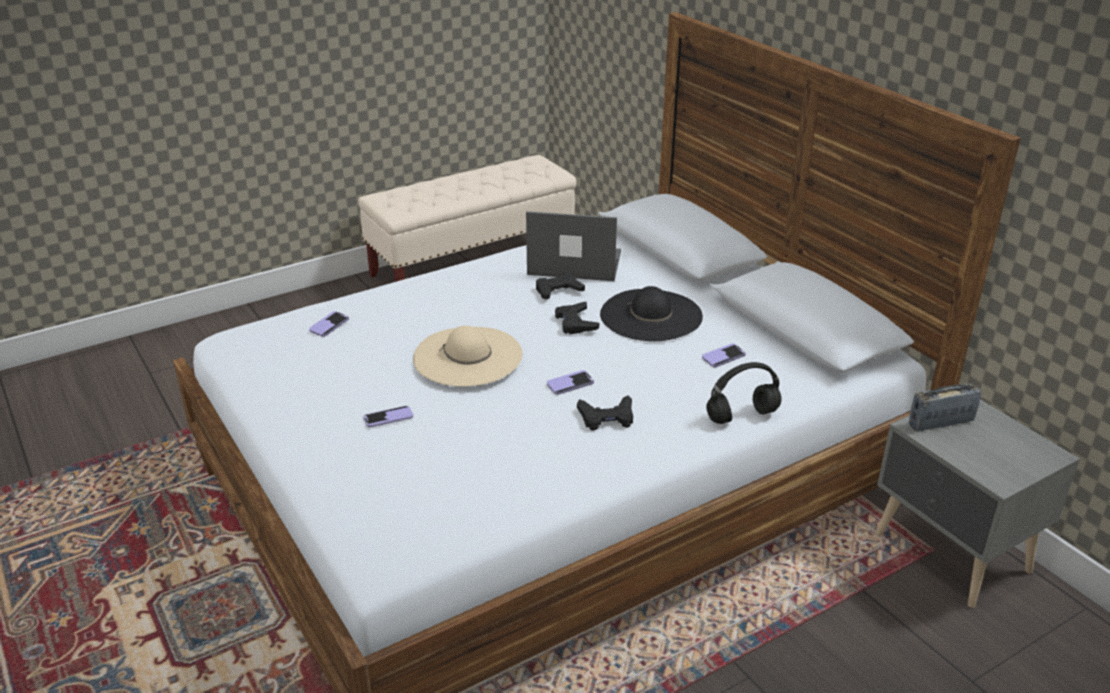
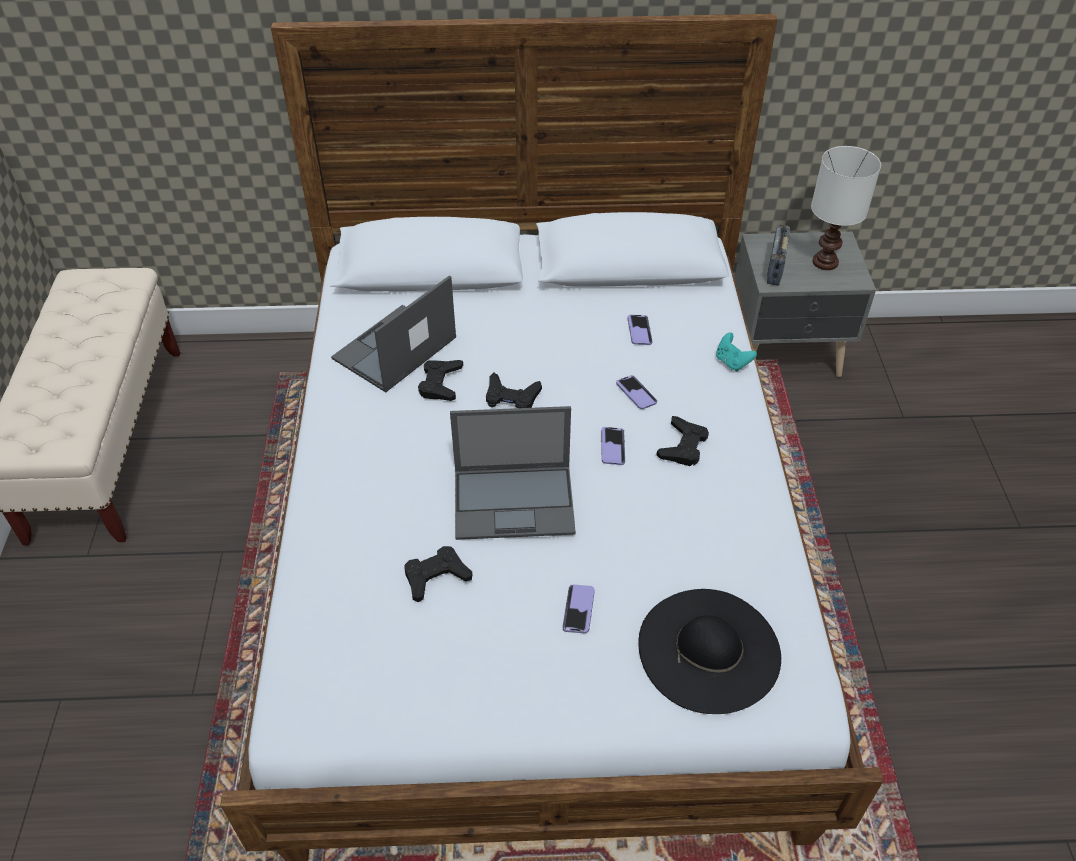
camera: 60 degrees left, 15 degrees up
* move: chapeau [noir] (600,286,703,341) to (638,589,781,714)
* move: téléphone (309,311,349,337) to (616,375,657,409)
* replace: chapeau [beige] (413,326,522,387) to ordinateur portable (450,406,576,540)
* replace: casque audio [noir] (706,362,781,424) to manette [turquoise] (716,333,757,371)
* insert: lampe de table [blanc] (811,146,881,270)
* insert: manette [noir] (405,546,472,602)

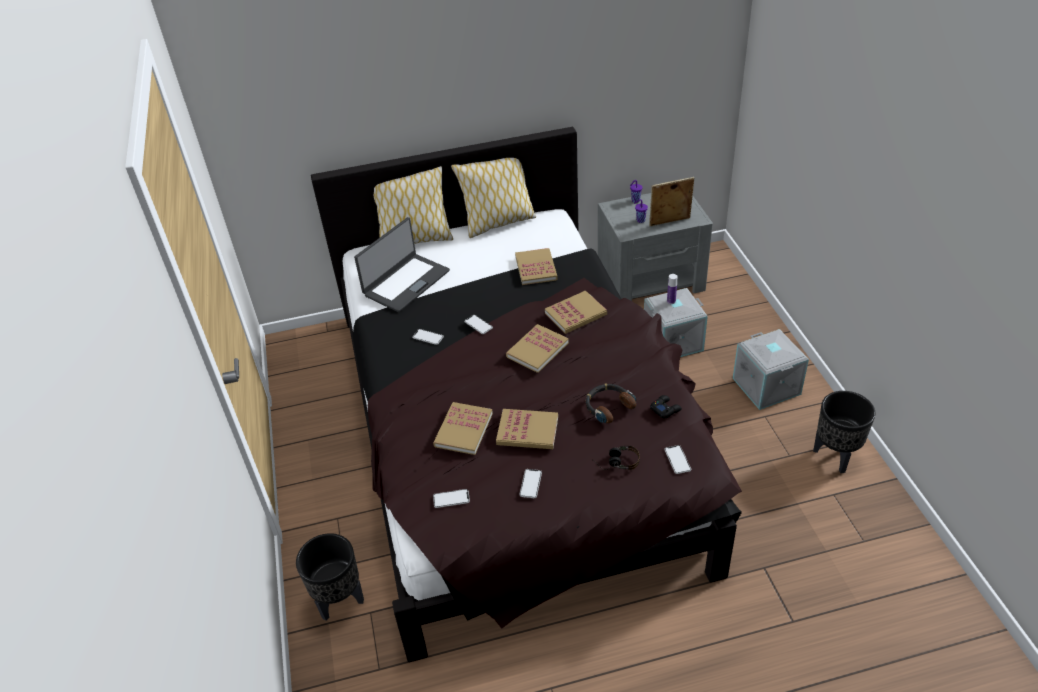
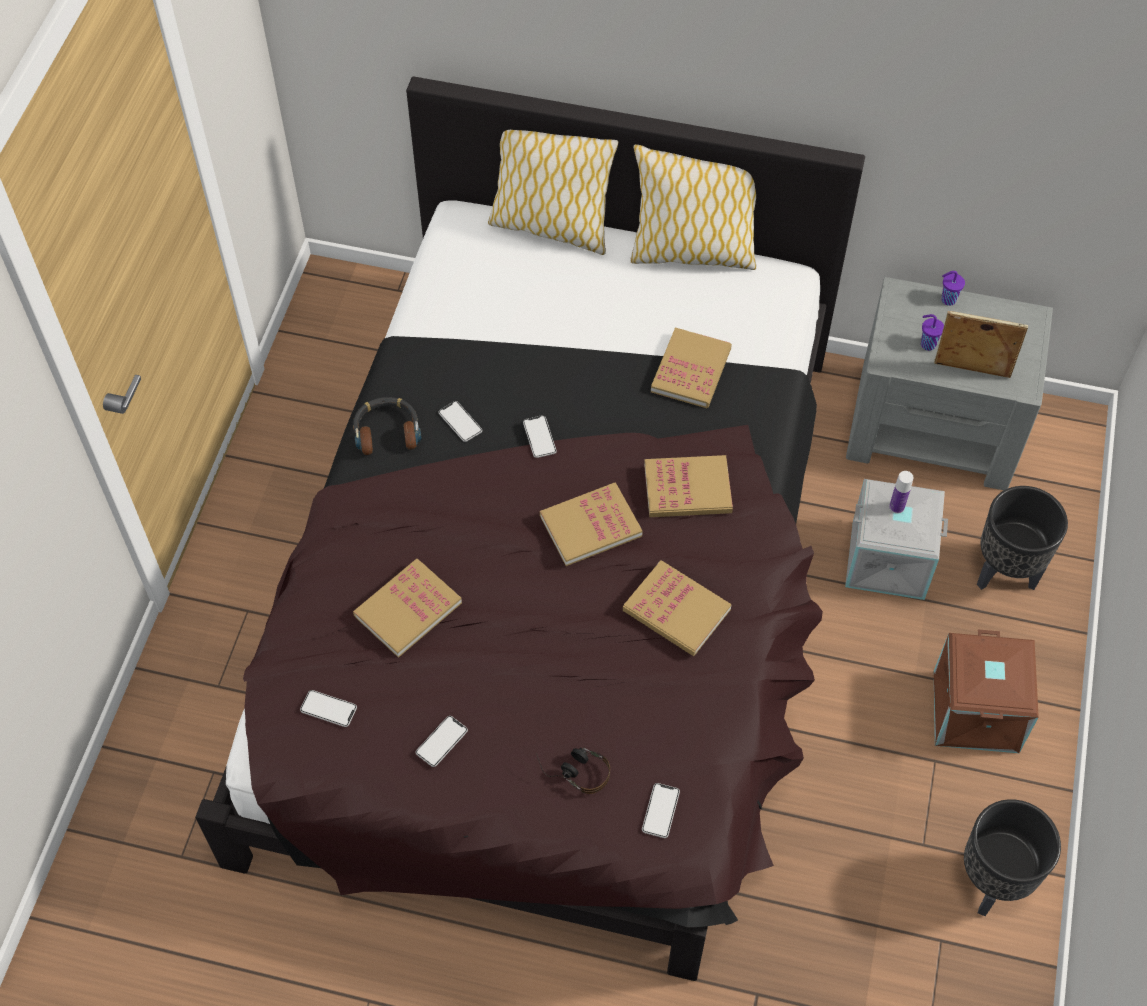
camera: 25 degrees right, 15 degrees up
* delete: ordinateur portable (354,217,450,312)
* recolor: boîte de rangement [gris] (733,329,809,410) to boîte de rangement [marron] (934,629,1039,753)
* move: casque audio (586,383,636,423) to (353,397,422,455)
* delete: manette [noir] (650,395,682,419)
* move: livre (496,409,558,449) to (623,560,732,656)
* move: cache-pot [noir] (296,533,364,621) to (977,486,1068,590)

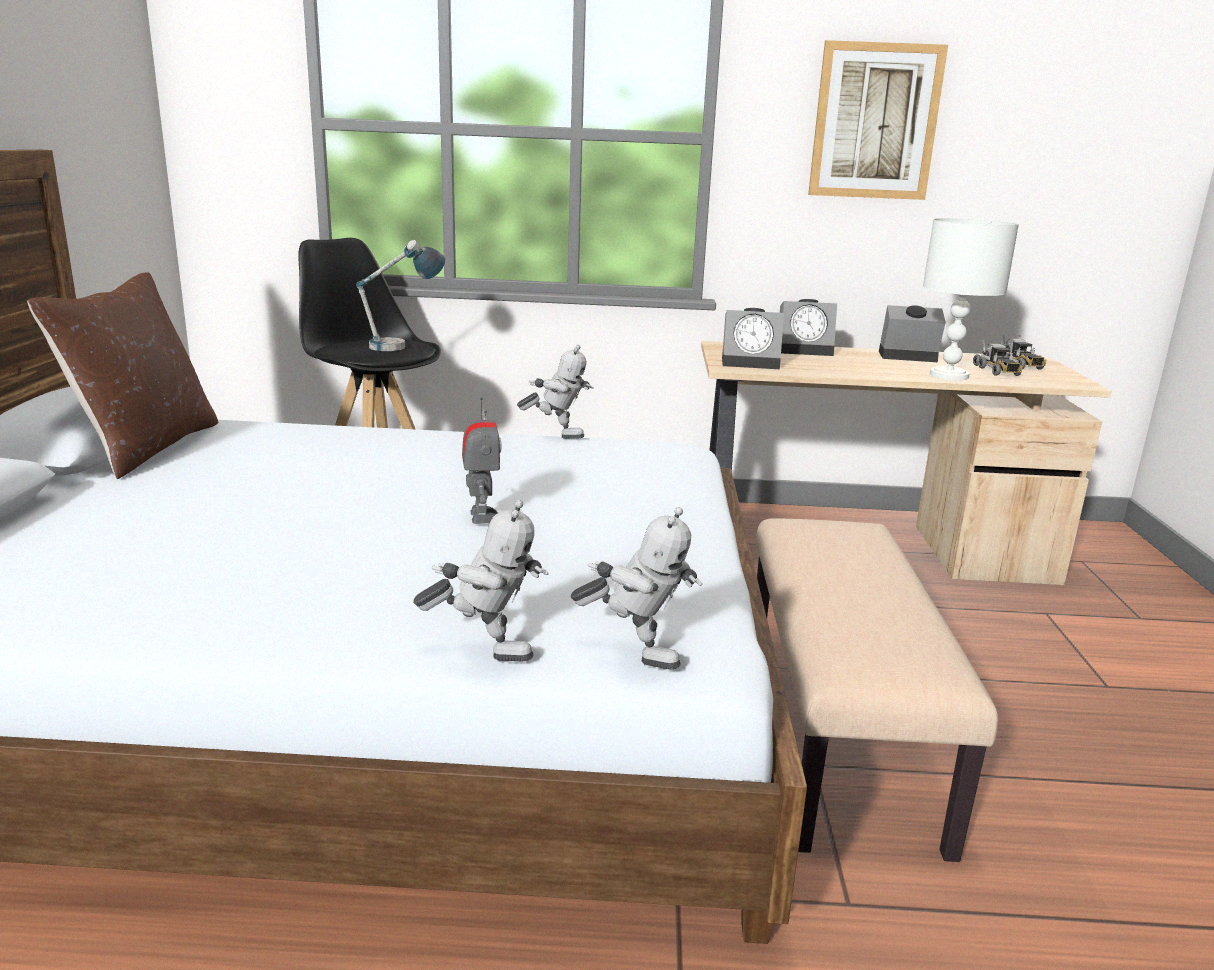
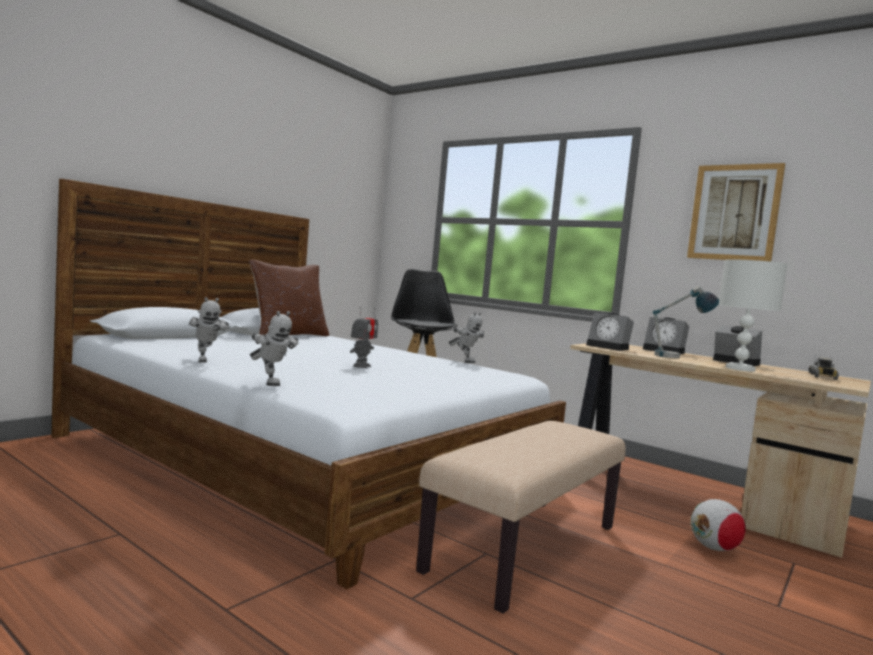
camera: 35 degrees right, 15 degrees down
* move: lampe de table (356,240,445,351) to (653,286,719,358)
* delete: camion jouet (973,340,1023,376)
* move: robot jouet (571,507,702,669) to (189,297,230,363)
* insert: ballon de foot (691,499,746,551)

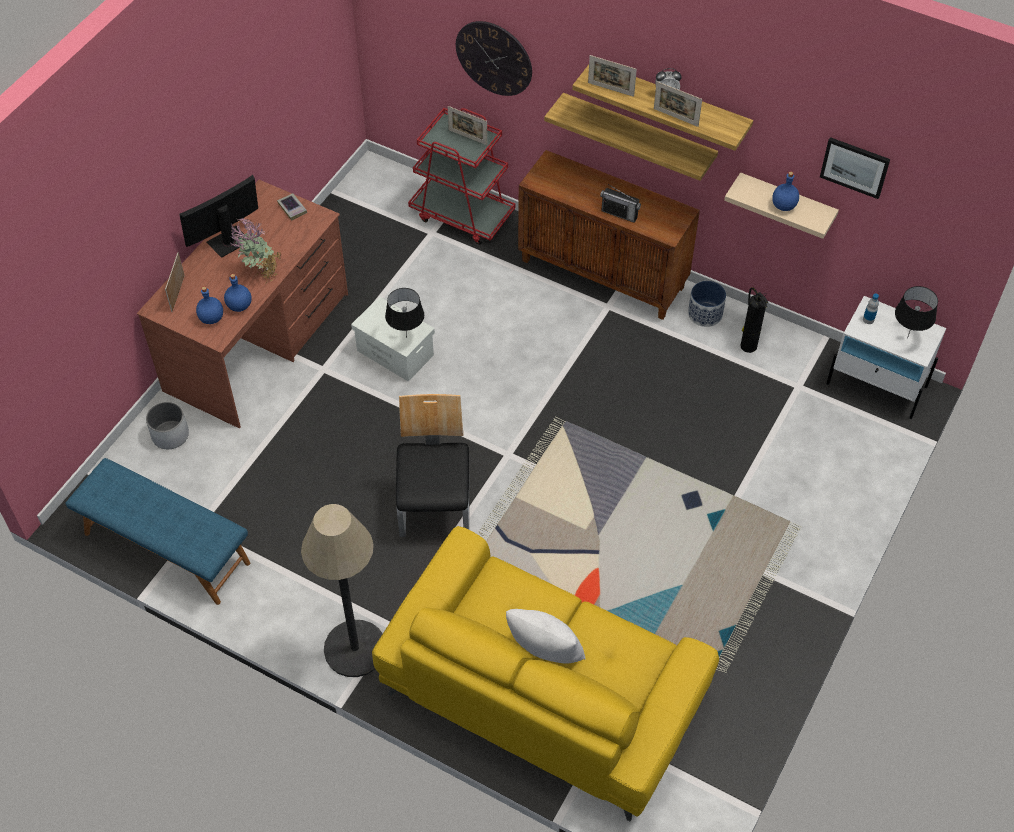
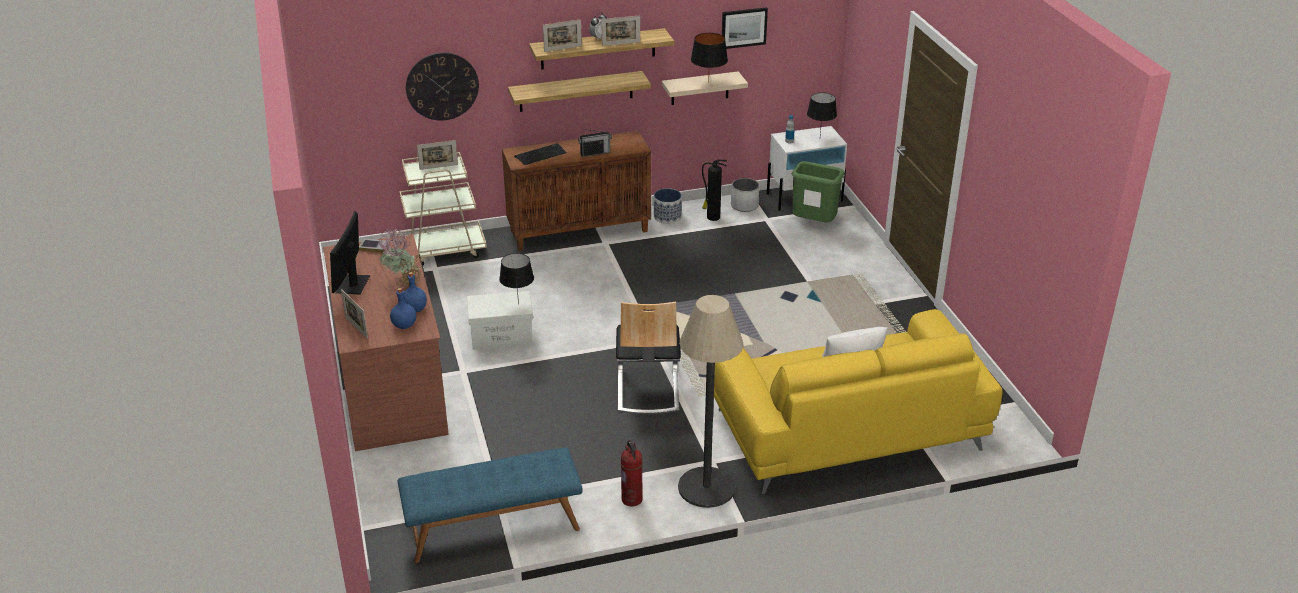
camera: 45 degrees left, 20 degrees down
* recolor: chariot [rouge] (408,108,515,245) to chariot [beige] (397,152,487,265)
* replace: bouteille [bleu] (772,171,799,211) to lampe de table [noir] (691,33,728,83)
* rotate: chaise (396,394,469,537) = (616,301,681,414) 135 degrees counterclockwise
* move: cache-pot [blanc] (146,402,189,449) to (731,178,760,212)
* insert: clavier (514,143,567,165)
* insert: poubelle [vert] (792,161,844,222)
* insert: extincteur (621,440,643,506)

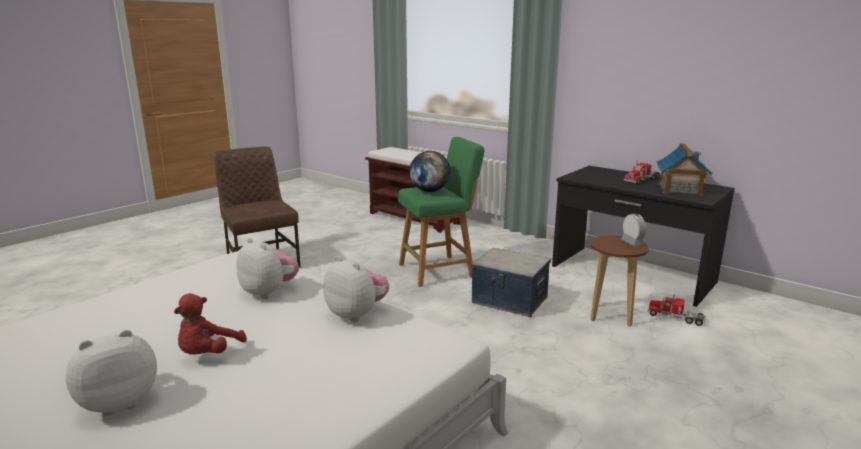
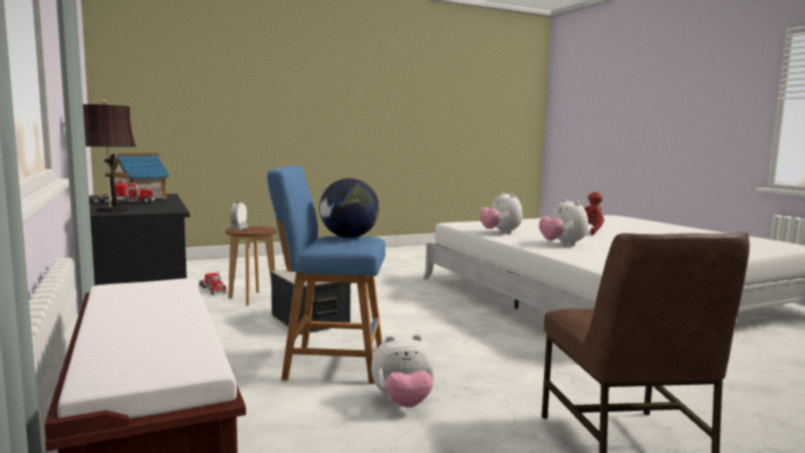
camera: 155 degrees left, 10 degrees down
* recolor: tabouret [vert] (398,137,484,287) to tabouret [bleu] (267,166,385,384)
* move: peluche (66,330,157,416) to (371,334,434,408)
* insert: lampe de table [marron] (83,100,137,213)

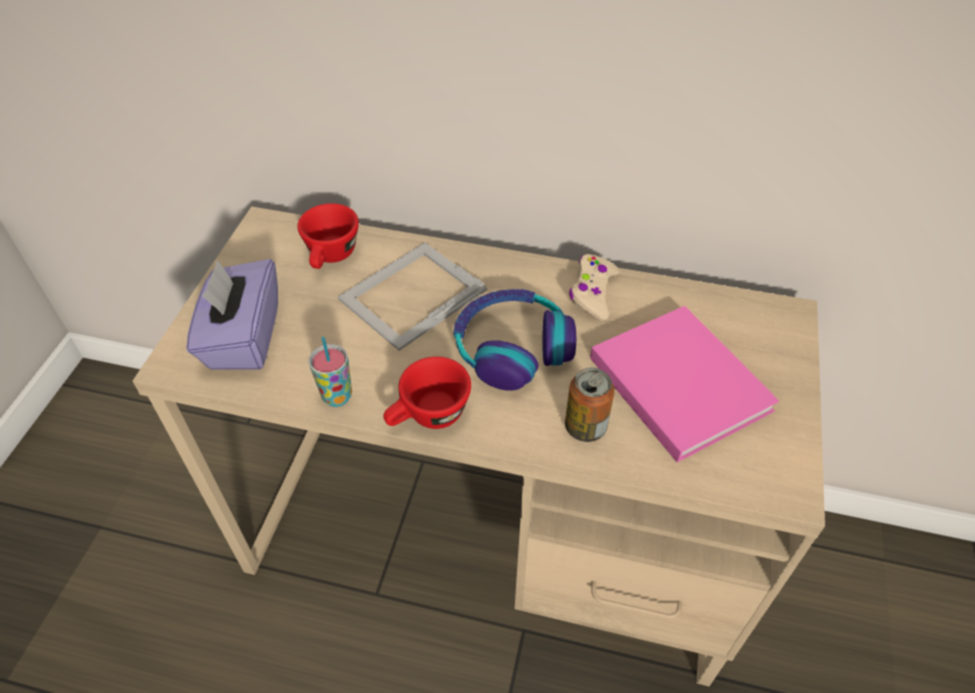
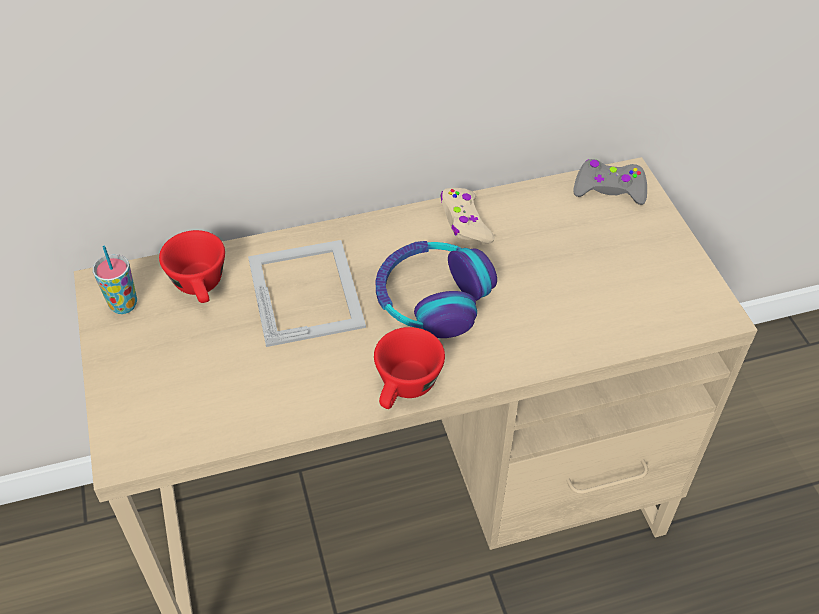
camera: 30 degrees left, 0 degrees up
* rotate: cadre photo (338,243,487,351) = (248,240,366,347) 150 degrees clockwise
* delete: boîte à mouchoirs [violet] (186,259,278,370)
* delete: livre [rose] (590,306,779,463)
* move: tasse (309,337,352,407) to (93,246,137,314)
* delete: boîte métallique (565,368,615,442)
* insert: manette [gris] (573,159,647,205)

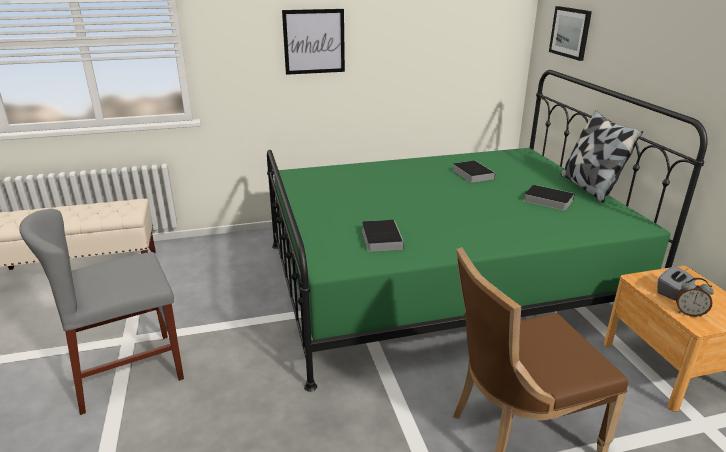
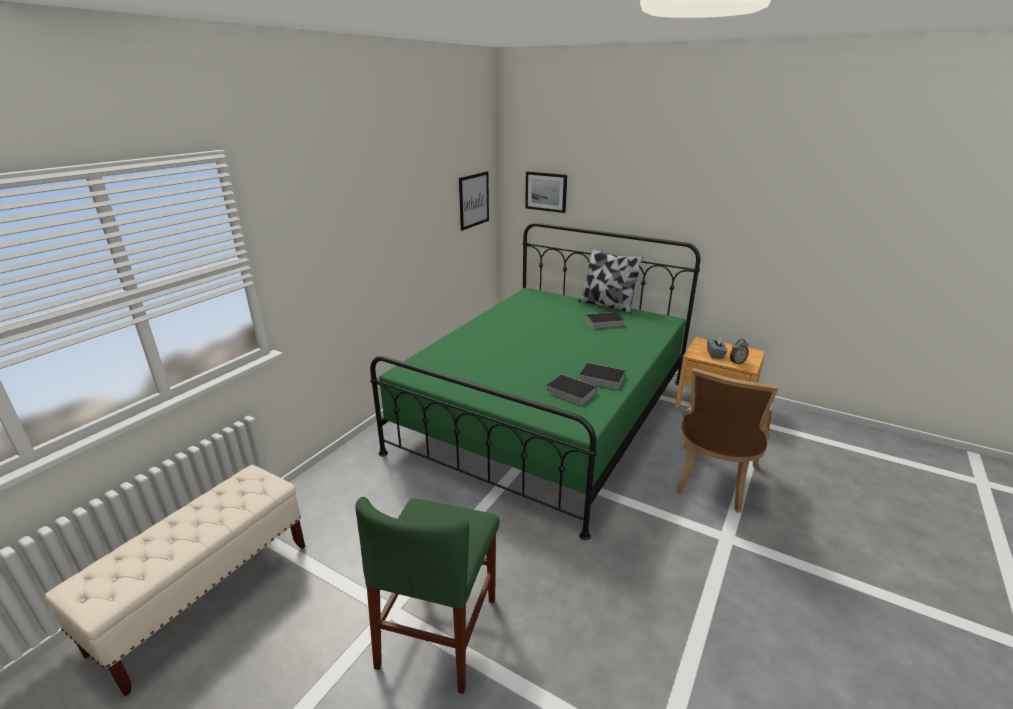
camera: 45 degrees left, 0 degrees up
* move: tableau (282,9,345,75) to (459,171,489,231)
* move: livre (453,161,495,183) to (579,363,625,389)
* recolor: chaise [gris] (19,209,184,415) to chaise [vert] (355,497,500,694)

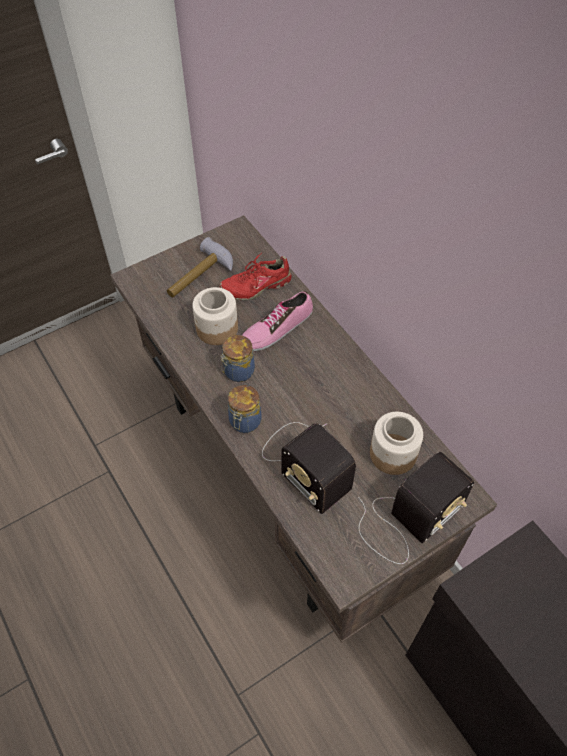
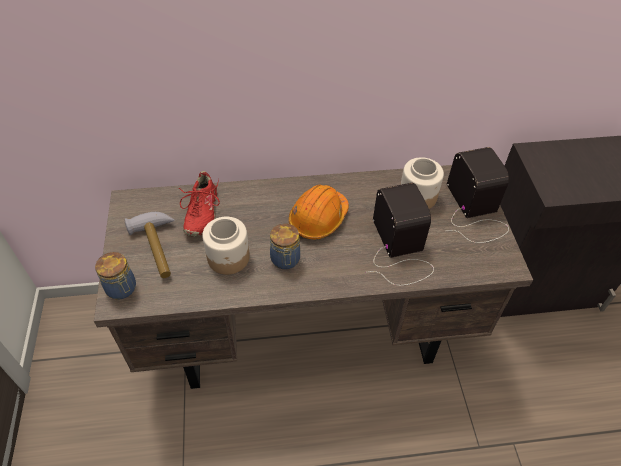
camera: 65 degrees left, 5 degrees down
* delete: chaussure (242,291,313,351)
* move: bocal (228,385,262,433) to (95,252,136,300)
* rotate: radio (262,422,356,514) = (369,183,434,286) 90 degrees counterclockwise
* insert: casque de chantier [orange] (289,185,349,239)

